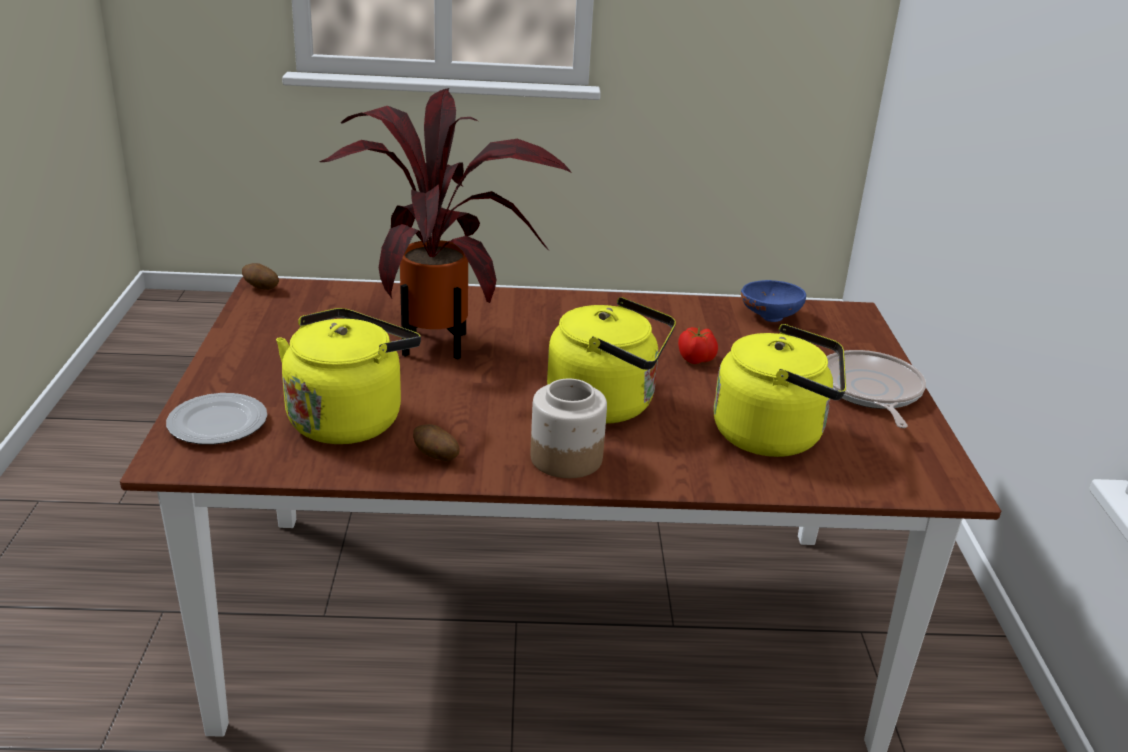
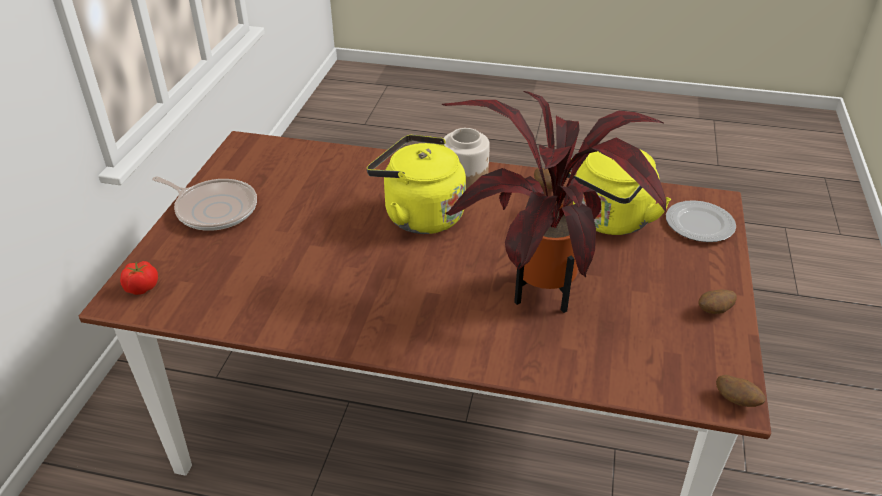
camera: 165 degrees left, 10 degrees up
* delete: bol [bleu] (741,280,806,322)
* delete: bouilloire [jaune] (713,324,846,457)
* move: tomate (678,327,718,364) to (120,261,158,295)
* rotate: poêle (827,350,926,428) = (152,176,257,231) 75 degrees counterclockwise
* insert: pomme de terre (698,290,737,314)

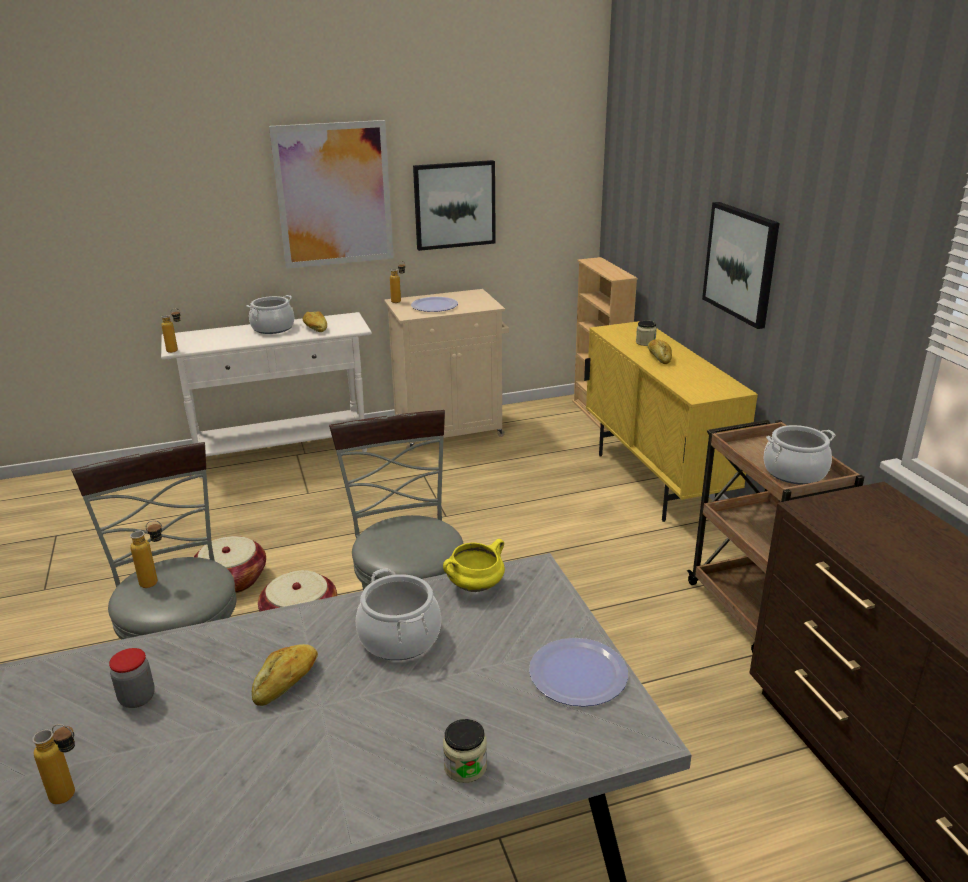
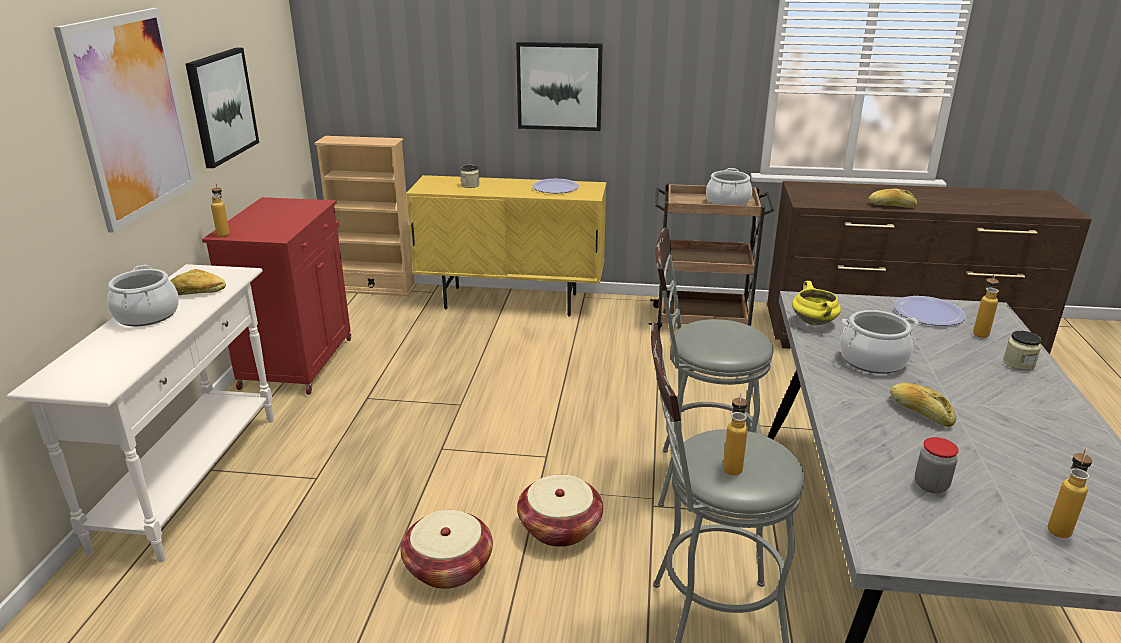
camera: 65 degrees left, 0 degrees up
* recolor: meuble de rangement [beige] (384,289,509,451) to meuble de rangement [rouge] (202,197,351,395)
* move: assiette (411,297,458,312) to (532,179,579,193)
* move: bouteille (161,308,181,353) to (973,274,999,338)
* move: pain (648,339,672,364) to (868,189,917,208)

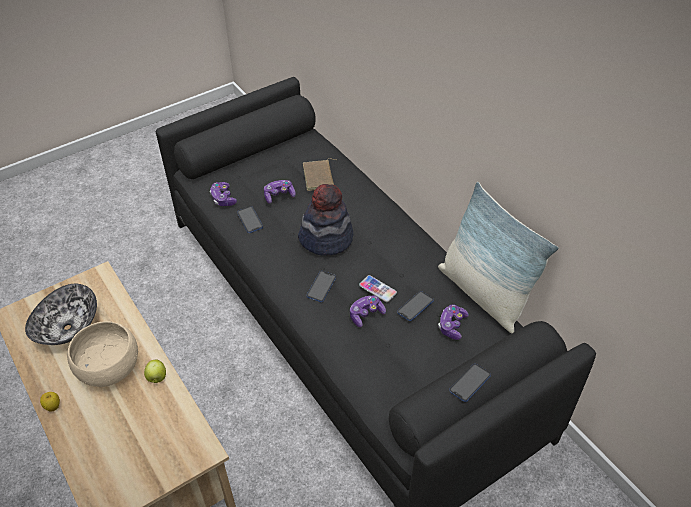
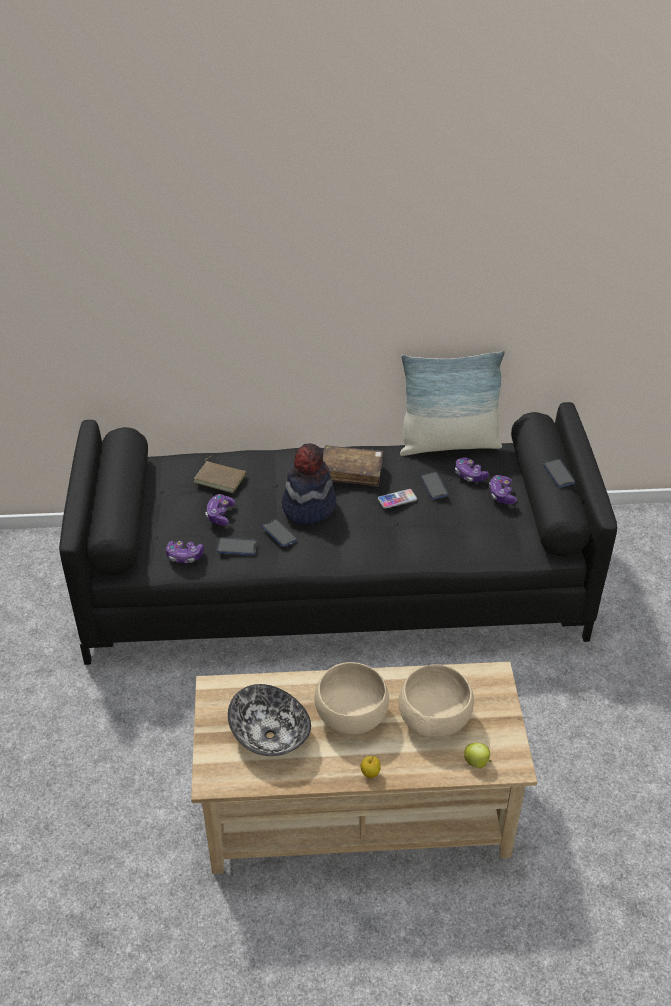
camera: 60 degrees left, 5 degrees down
* move: téléphone (307,271,336,302) to (262,519,297,547)
* move: manette (350,295,386,327) to (489,475,517,504)
* move: pomme (144,359,166,383) to (464,743,492,768)
* insert: livre [marron] (323,445,383,487)
* insert: bol [beige] (399,664,474,737)

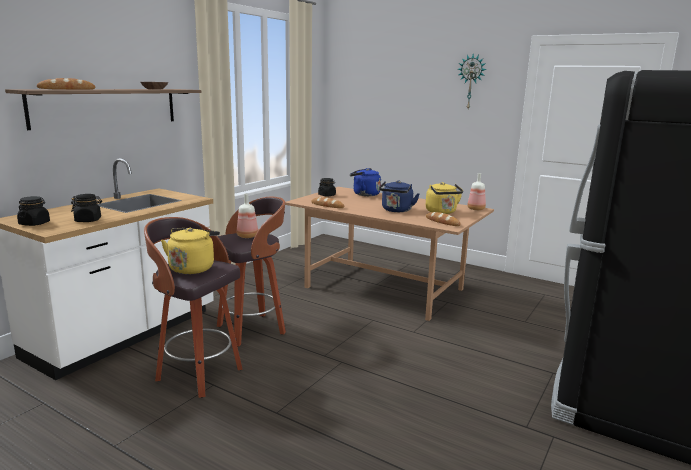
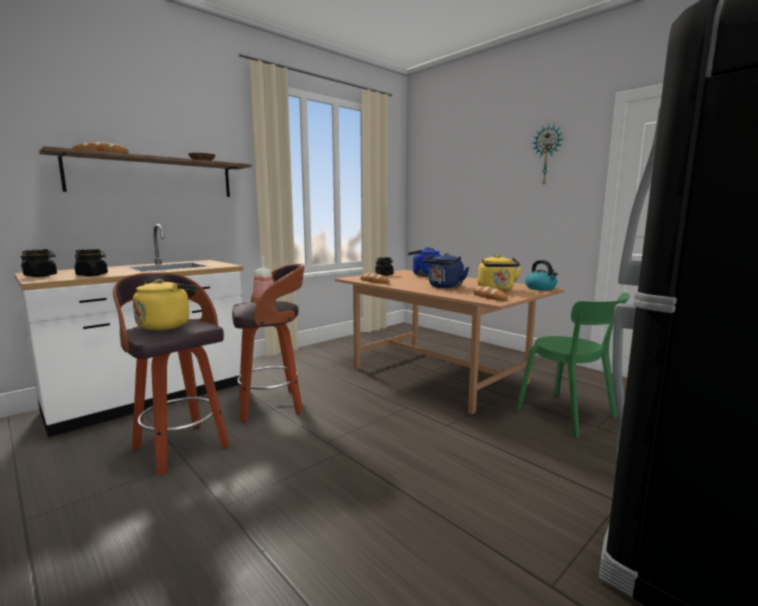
camera: 15 degrees right, 5 degrees down
* replace: bouteille (467,173,486,210) to bouilloire (525,260,558,290)
* insert: chaise [vert] (516,292,630,438)

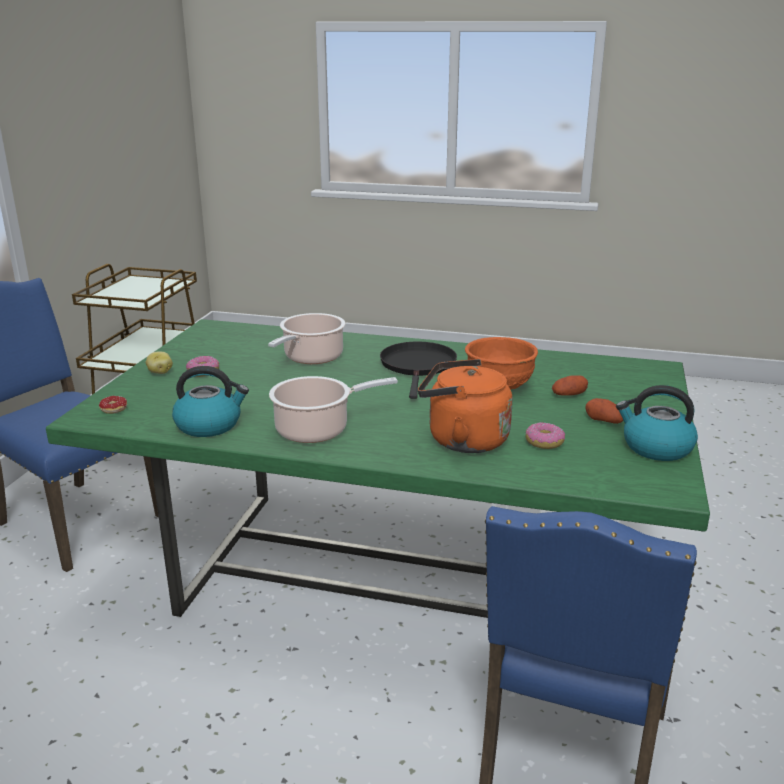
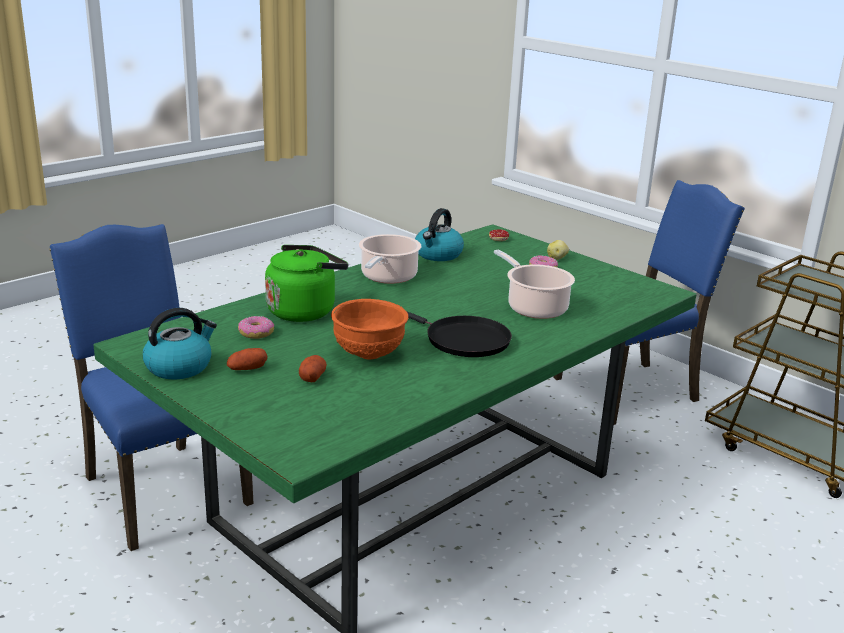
camera: 120 degrees right, 0 degrees up
* recolor: bouilloire [orange] (418,359,513,453) to bouilloire [vert] (265,245,348,322)

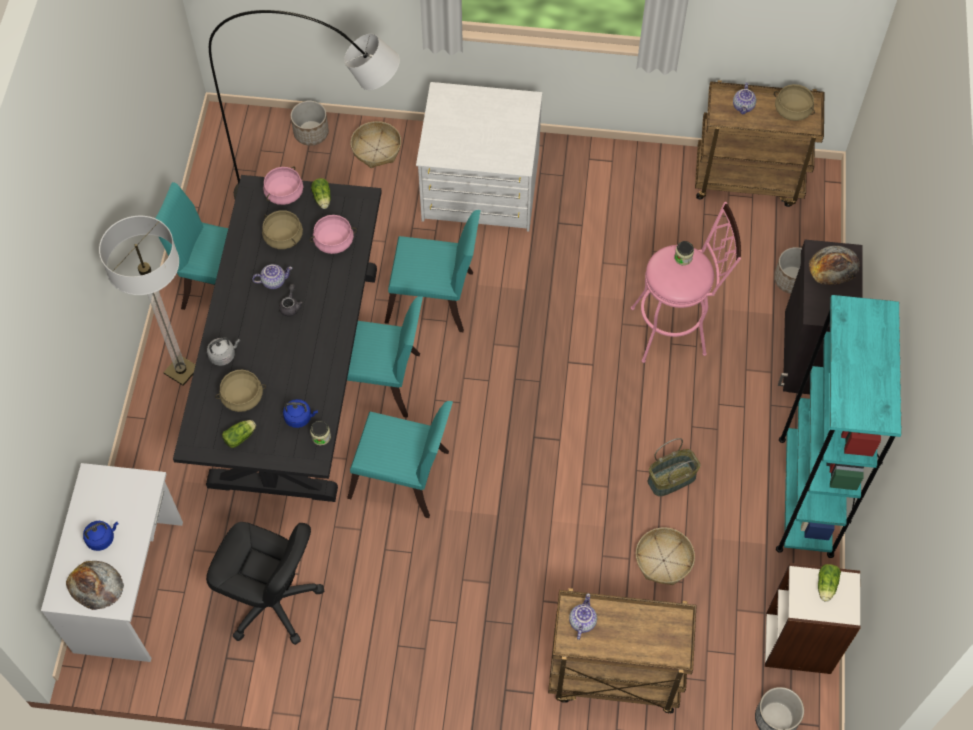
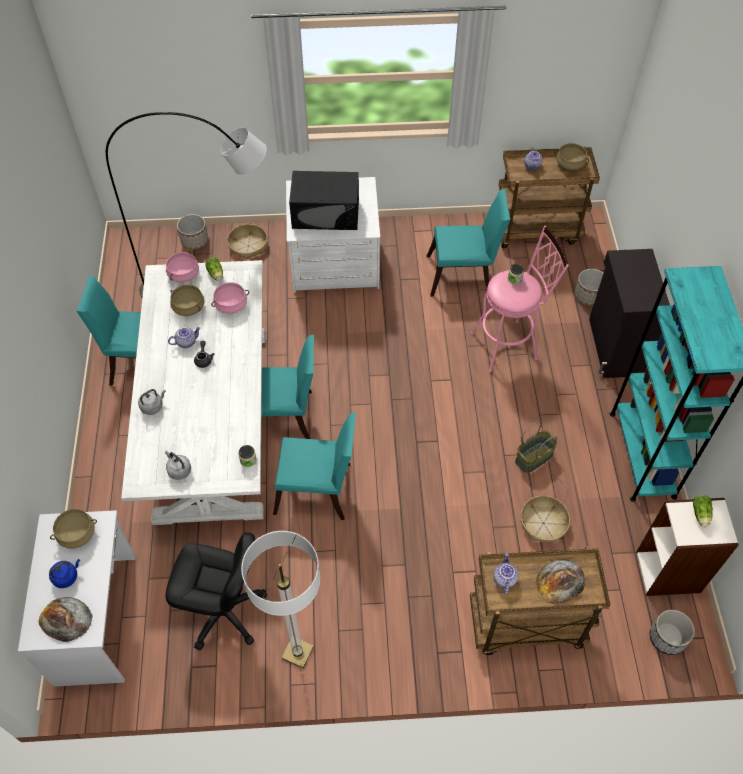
camera: 10 degrees left, 5 degrees down
* recolor: table à manger [noir] (173,175,382,502) to table à manger [blanc] (121,260,265,525)
* move: chaise [turquoise] (385,210,481,332) to (427,189,510,297)
* move: lampadaire (99,216,196,386) to (241,531,320,668)
* move: pain (809,246,860,285) to (536,559,585,604)
* move: marmite [beige] (215,370,266,412) to (50,509,97,549)
* delete: bouilloire [bleu] (283,399,318,428)
* replace: laitue (222,420,256,448) to bouilloire [gris] (165,451,191,480)
* insert: micro-ondes [noir] (289,171,359,230)

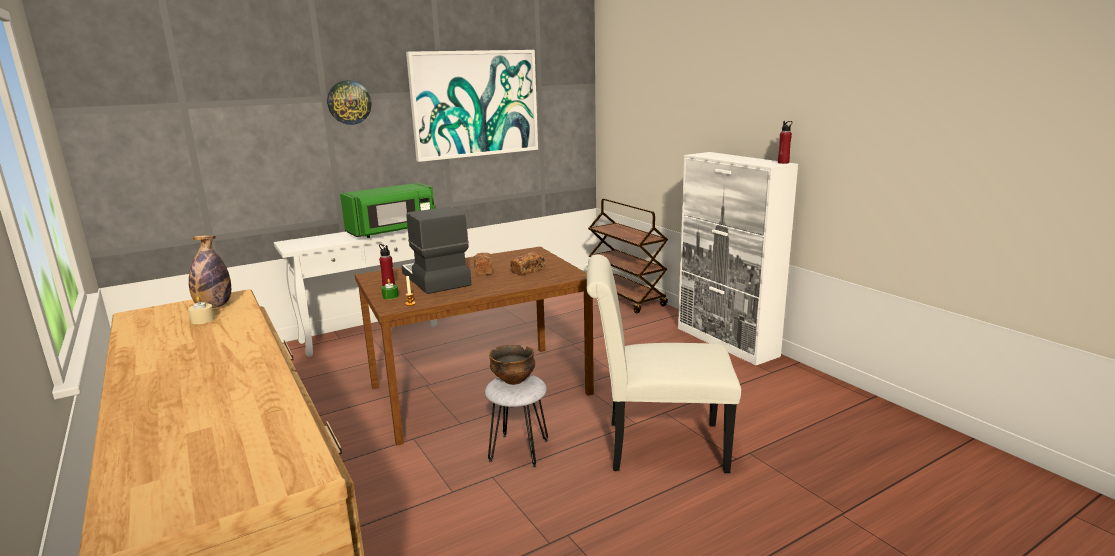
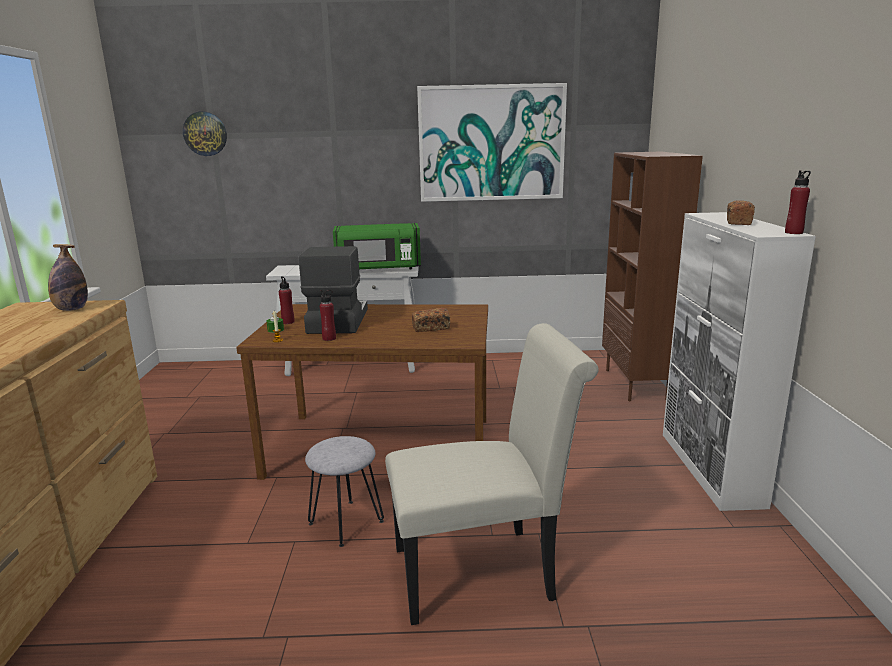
camera: 30 degrees right, 0 degrees up
* move: horloge murale (327,80,372,125) to (183,112,227,156)
* replace: chariot [marron] (588,199,668,313) to bibliothèque [marron] (602,152,703,401)
* move: pain (474,253,493,275) to (727,200,755,225)
* rotate: chaise [blanc] (587,254,741,473) = (385,323,599,625) 135 degrees clockwise
* delete: bougie [beige] (188,296,215,324)
* delete: bol (489,345,535,385)
* insert: bouteille [rouge] (320,290,336,341)

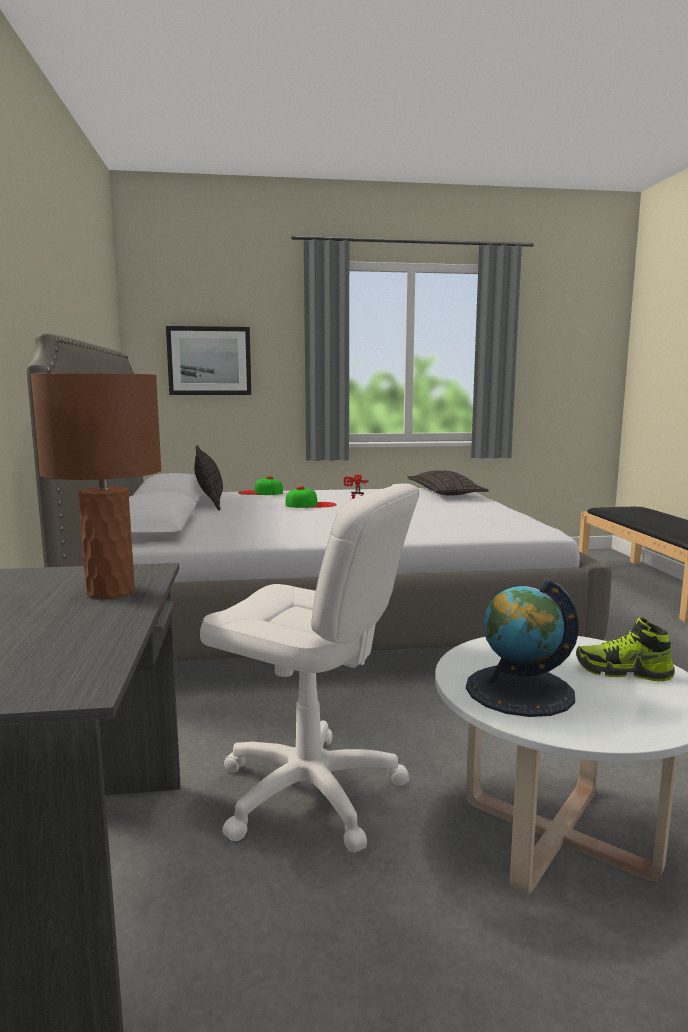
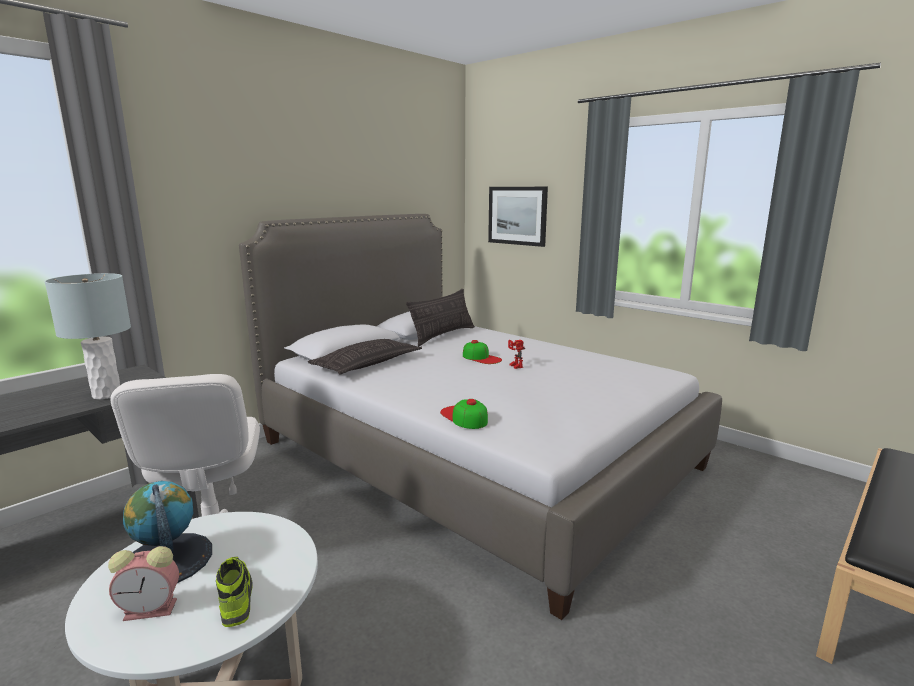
camera: 50 degrees right, 5 degrees up
* recolor: lampe de table [marron] (31,373,162,599) to lampe de table [gris] (45,273,131,399)
* move: coussin (407,470,489,496) to (308,339,422,374)
* move: casquette (238,476,283,495) to (440,399,488,429)
* insert: réveil (108,546,179,621)

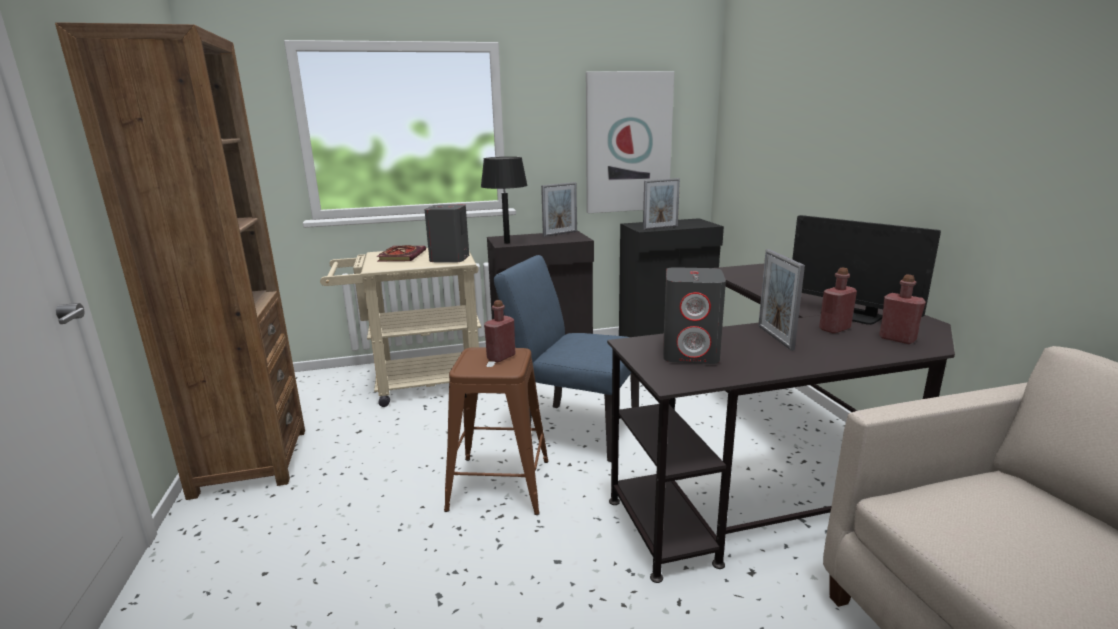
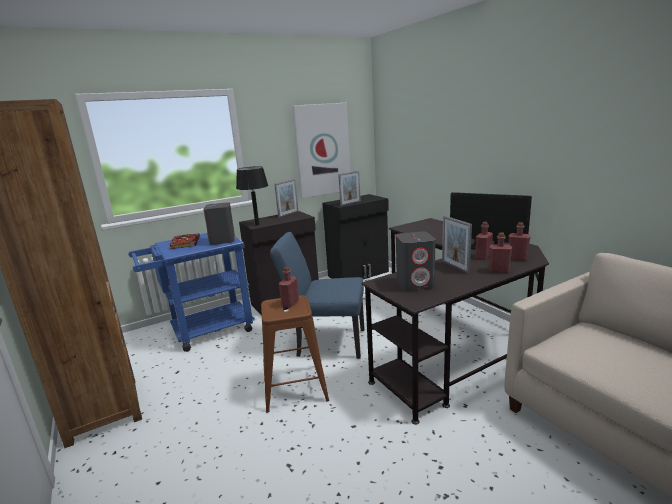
camera: 15 degrees left, 0 degrees up
* recolor: chariot [beige] (320,248,481,407) to chariot [bleu] (128,233,254,352)
* insert: bouteille [rouge] (489,232,512,273)

